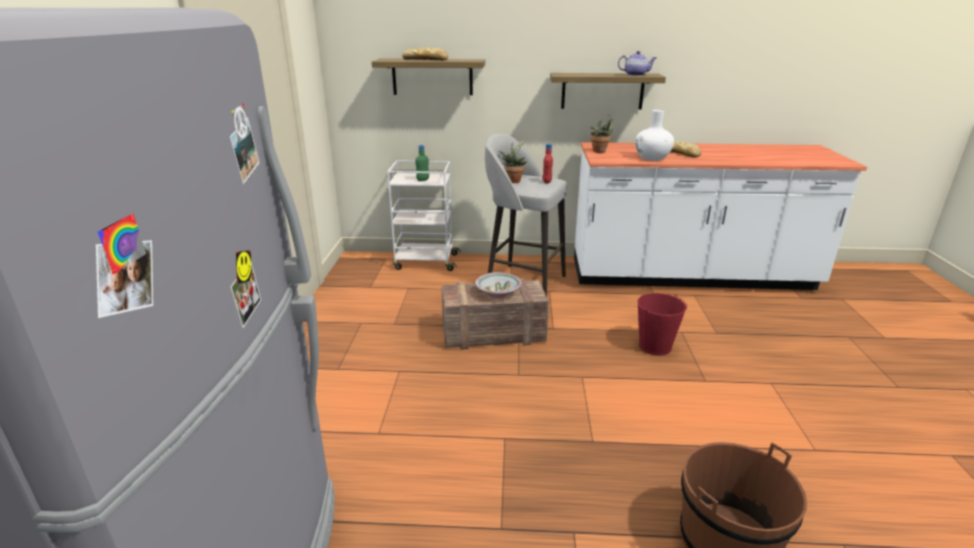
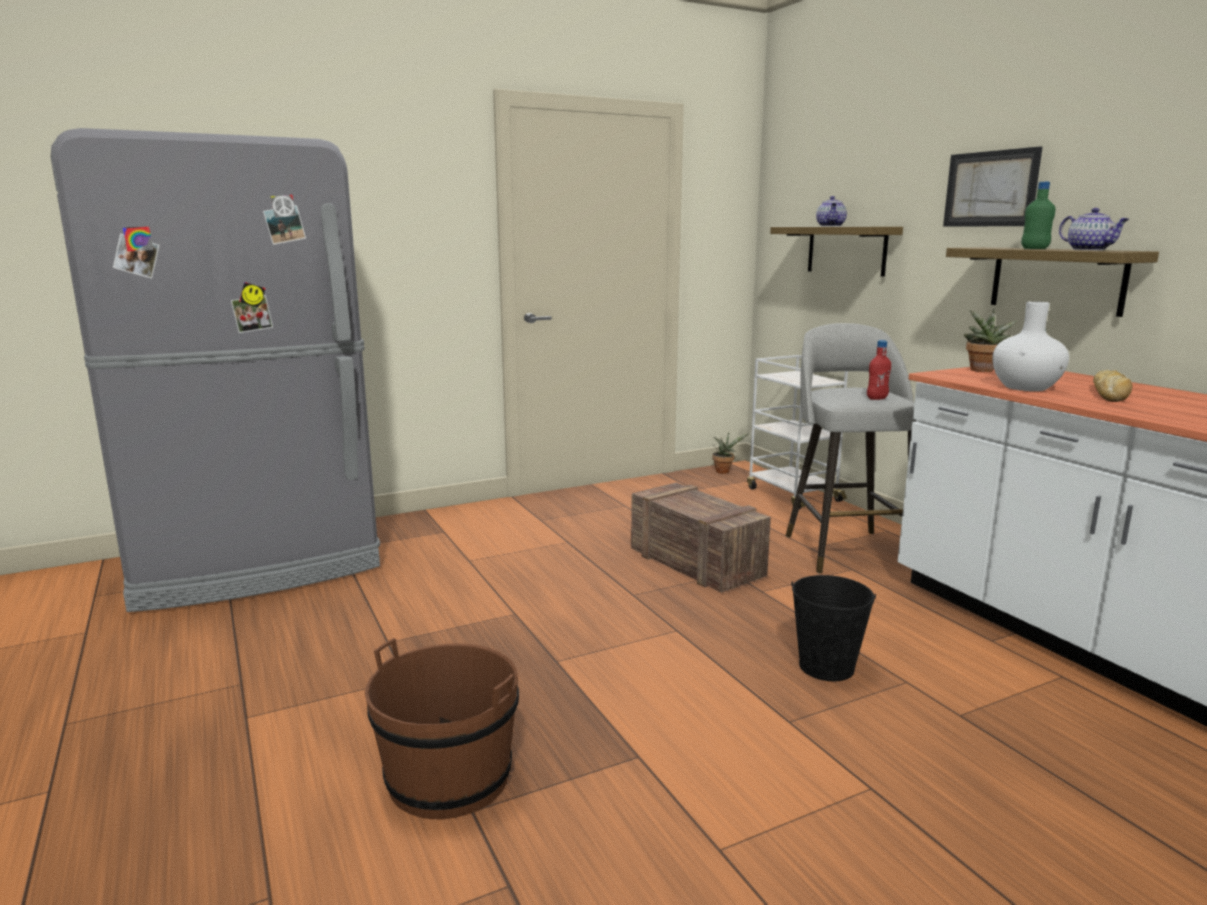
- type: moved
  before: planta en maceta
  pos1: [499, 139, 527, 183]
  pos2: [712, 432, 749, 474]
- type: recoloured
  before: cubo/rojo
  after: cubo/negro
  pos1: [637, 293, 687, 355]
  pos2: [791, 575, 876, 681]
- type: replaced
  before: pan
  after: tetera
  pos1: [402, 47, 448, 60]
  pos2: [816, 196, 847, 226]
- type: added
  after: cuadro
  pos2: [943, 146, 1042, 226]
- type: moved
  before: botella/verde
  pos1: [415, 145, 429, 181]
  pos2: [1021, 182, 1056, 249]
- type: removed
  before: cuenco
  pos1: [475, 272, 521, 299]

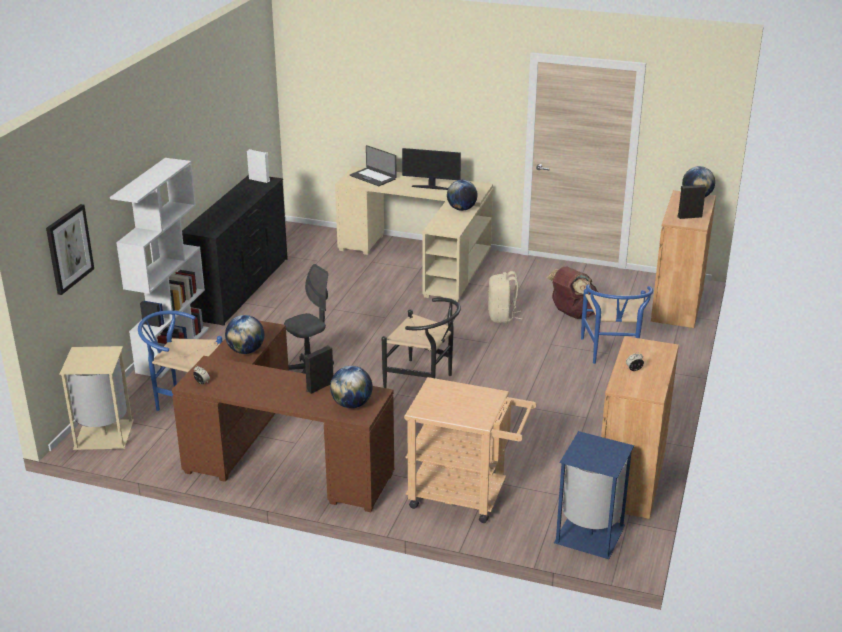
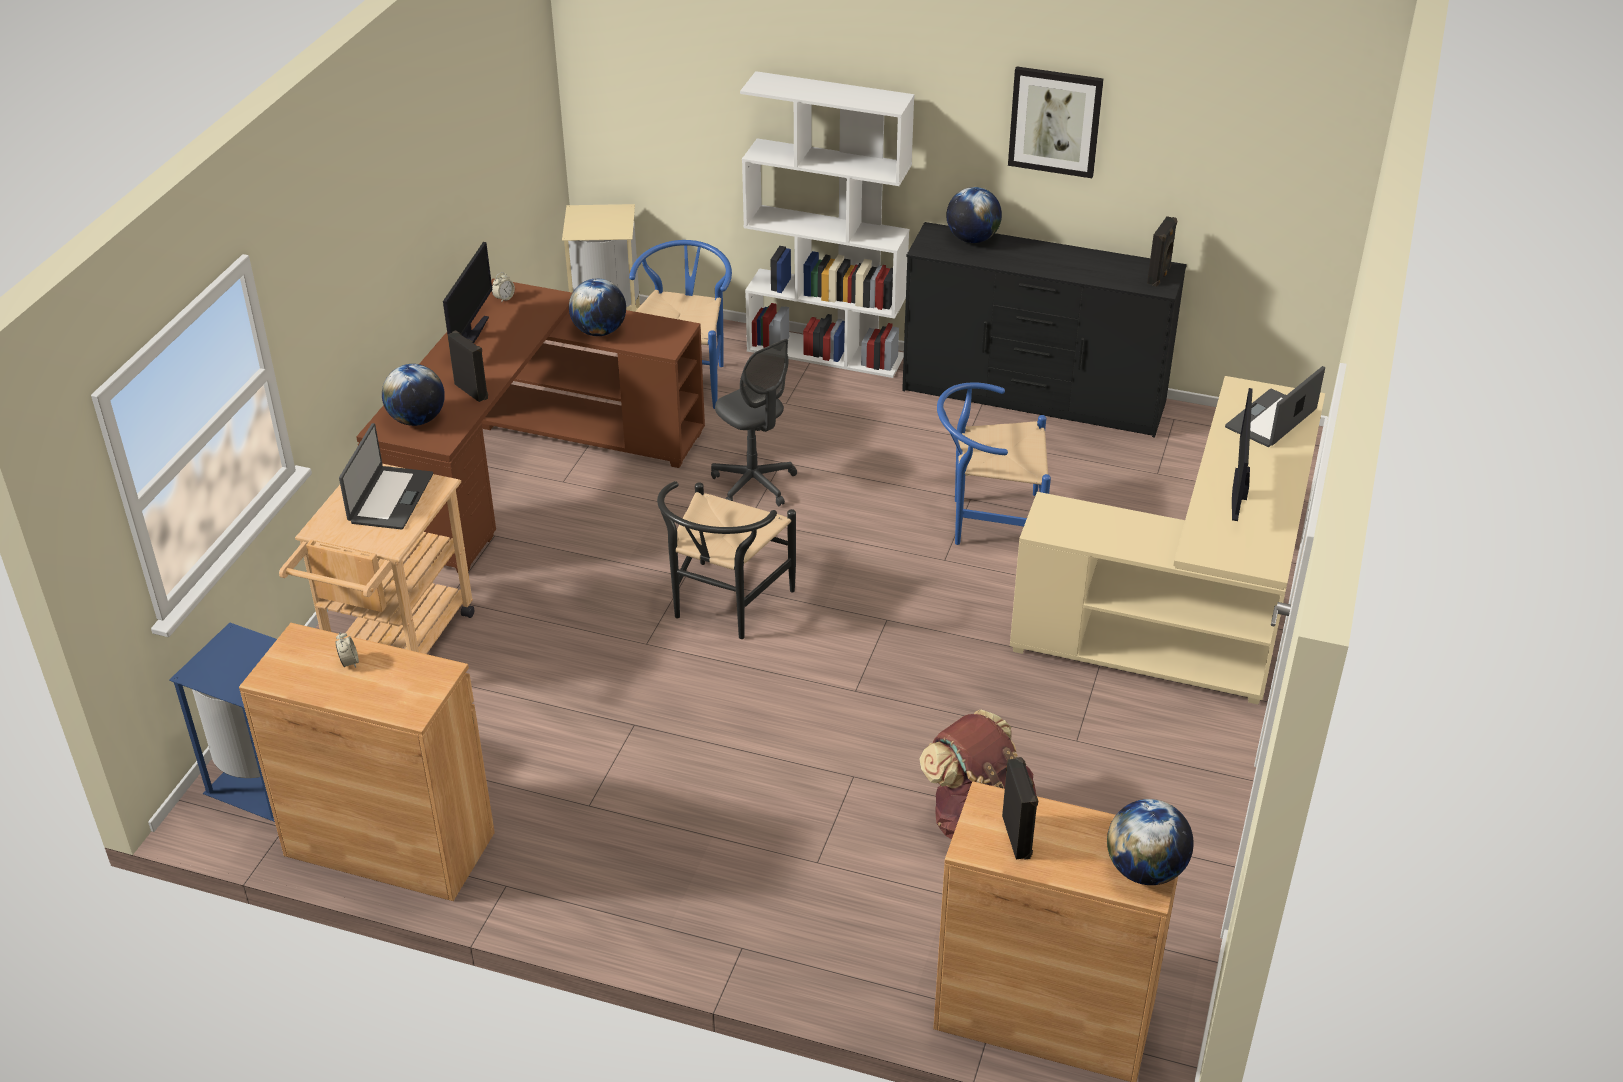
- type: added
  after: portátil
  pos2: [339, 423, 433, 530]
- type: added
  after: monitor
  pos2: [443, 242, 492, 343]
- type: moved
  before: silla/azul
  pos1: [581, 285, 653, 364]
  pos2: [937, 382, 1051, 545]
- type: moved
  before: globo terráqueo
  pos1: [447, 180, 478, 211]
  pos2: [946, 187, 1002, 243]
- type: moved
  before: cuadro
  pos1: [46, 204, 94, 295]
  pos2: [1008, 66, 1104, 178]
- type: recoloured
  before: altavoz/blanco
  after: altavoz/negro
  pos1: [247, 149, 270, 183]
  pos2: [1147, 216, 1177, 286]
- type: removed
  before: mochila/beis
  pos1: [488, 271, 522, 323]

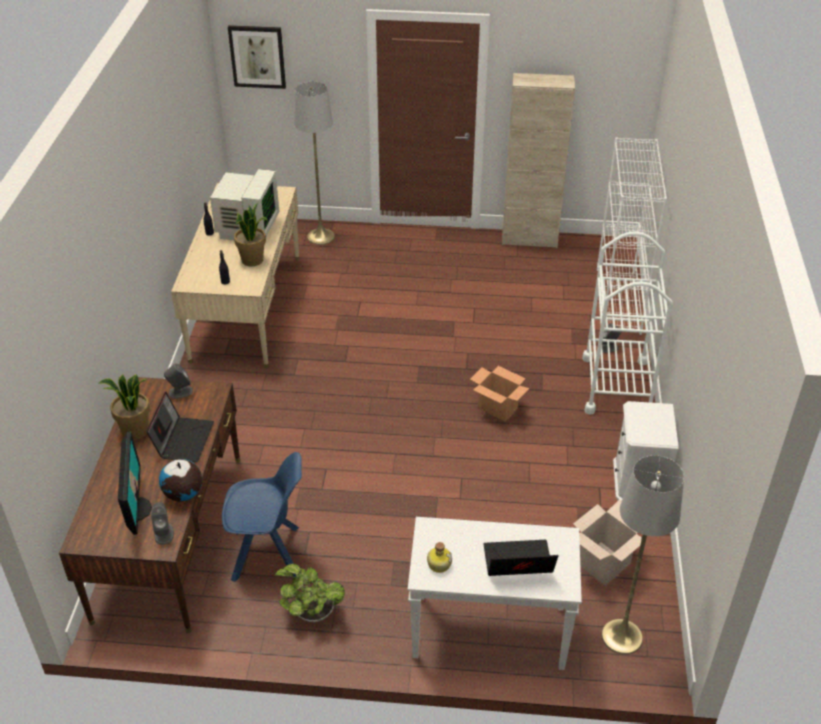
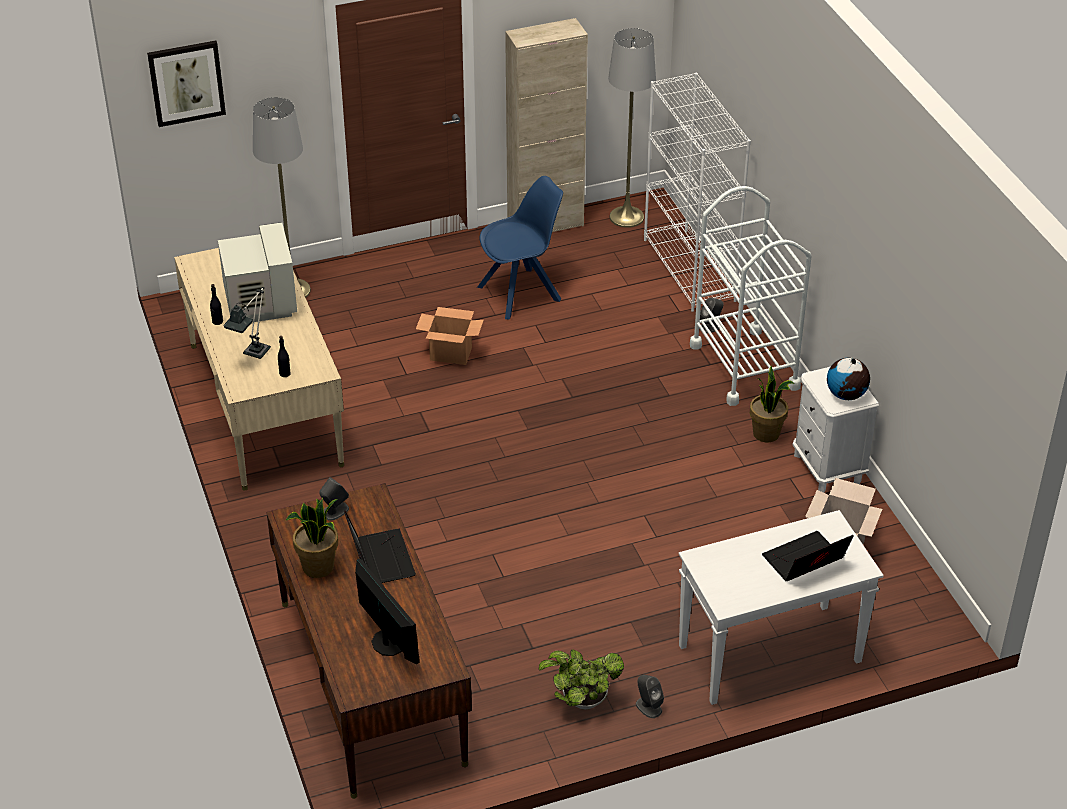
- type: added
  after: lámpara de mesa
  pos2: [223, 287, 271, 359]
- type: moved
  before: caja de cartón
  pos1: [470, 366, 529, 422]
  pos2: [416, 307, 484, 365]
- type: moved
  before: silla/azul
  pos1: [222, 452, 302, 582]
  pos2: [477, 176, 563, 320]
- type: moved
  before: lámpara de pie/gris
  pos1: [602, 455, 684, 655]
  pos2: [608, 28, 656, 228]
- type: moved
  before: altavoz/gris
  pos1: [151, 502, 174, 545]
  pos2: [636, 675, 664, 718]
- type: moved
  before: planta en maceta
  pos1: [234, 203, 268, 267]
  pos2: [750, 366, 794, 443]
- type: moved
  before: globo terráqueo
  pos1: [159, 459, 202, 501]
  pos2: [827, 358, 870, 400]
- type: removed
  before: botella
  pos1: [427, 542, 452, 573]

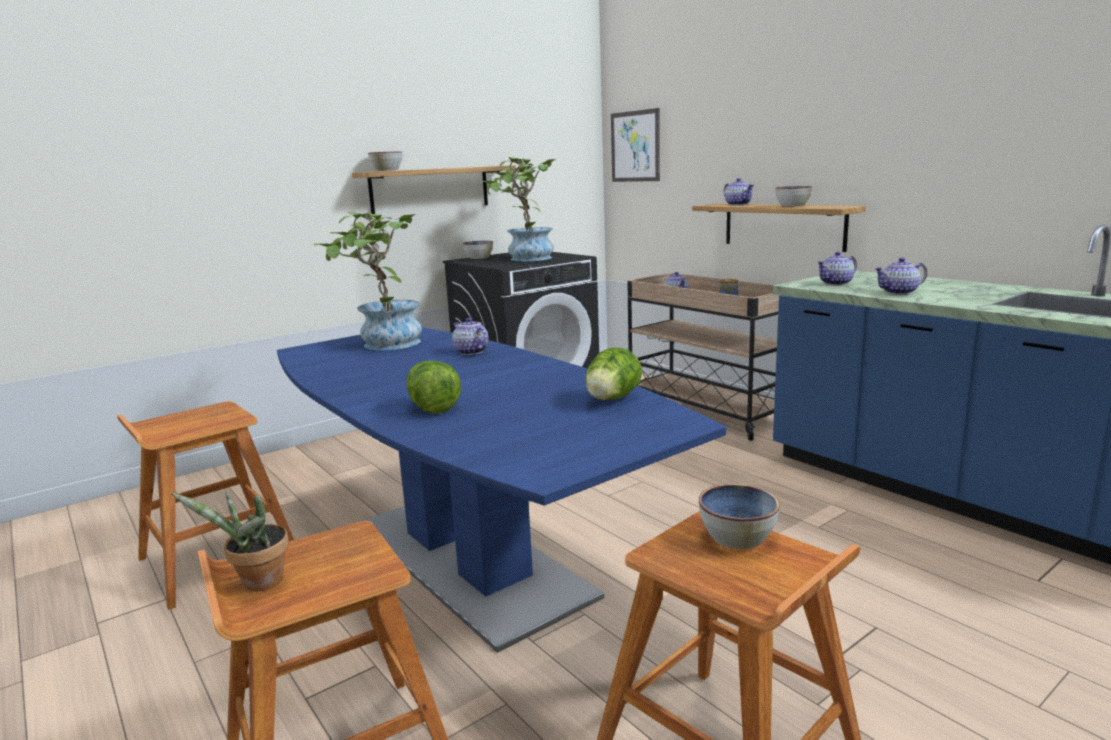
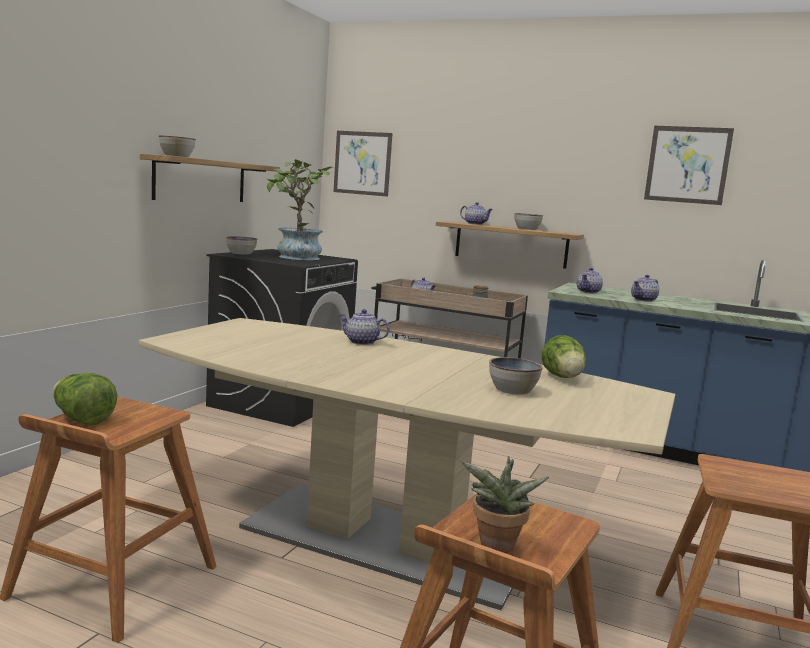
- type: moved
  before: lechuga
  pos1: [407, 361, 461, 414]
  pos2: [52, 373, 117, 426]
- type: recoloured
  before: mesa de comedor/azul
  after: mesa de comedor/beis
  pos1: [277, 328, 727, 653]
  pos2: [139, 318, 675, 610]
- type: moved
  before: cuenco
  pos1: [698, 484, 780, 549]
  pos2: [489, 357, 543, 395]
- type: added
  after: cuadro
  pos2: [644, 126, 734, 205]
- type: removed
  before: planta en maceta
  pos1: [313, 212, 422, 350]

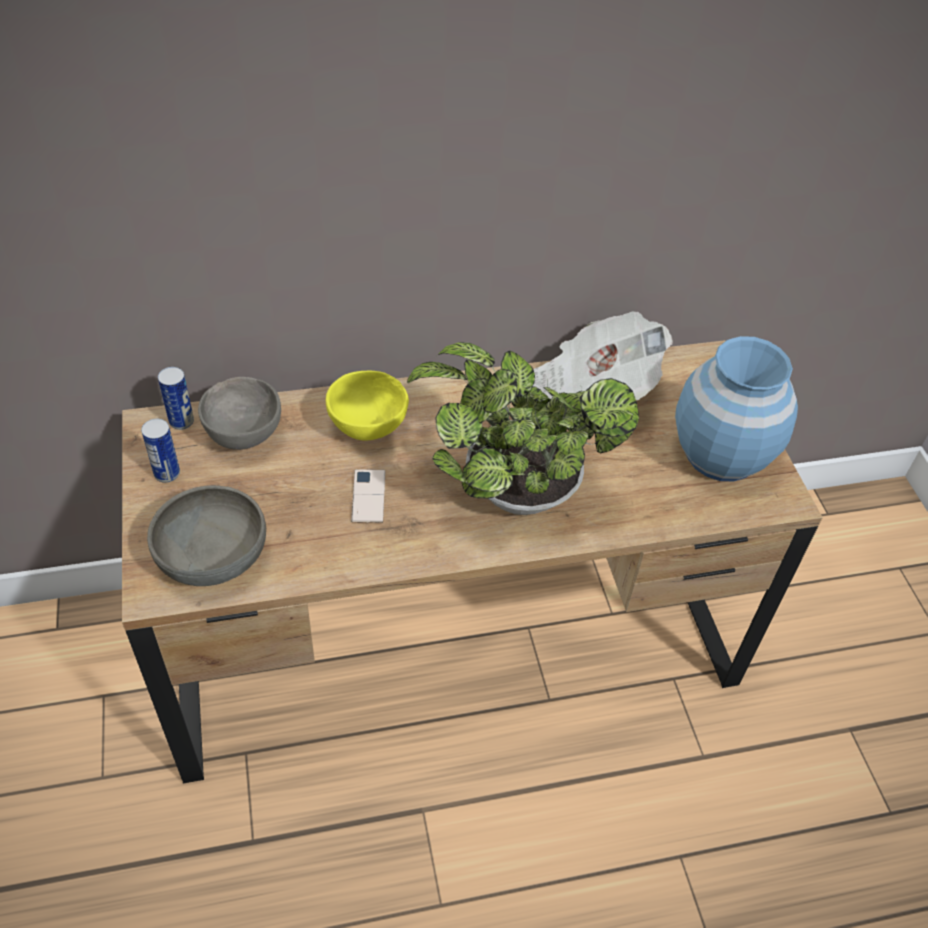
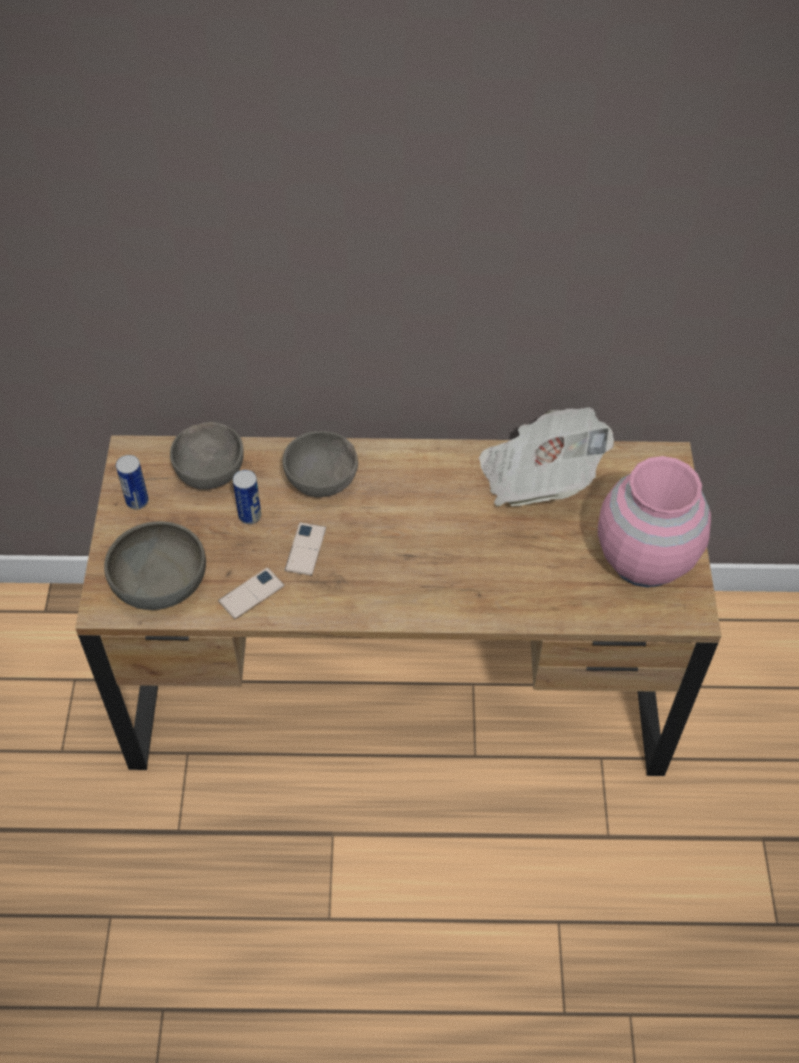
- type: added
  after: móvil
  pos2: [218, 568, 285, 619]
- type: moved
  before: lata
  pos1: [158, 367, 194, 430]
  pos2: [233, 470, 261, 524]
- type: recoloured
  before: cuenco/amarillo
  after: cuenco/gris
  pos1: [326, 371, 409, 441]
  pos2: [283, 431, 358, 497]
- type: recoloured
  before: florero/azul
  after: florero/rosa
  pos1: [675, 336, 798, 482]
  pos2: [598, 456, 711, 587]
- type: removed
  before: planta en maceta
  pos1: [407, 342, 639, 515]

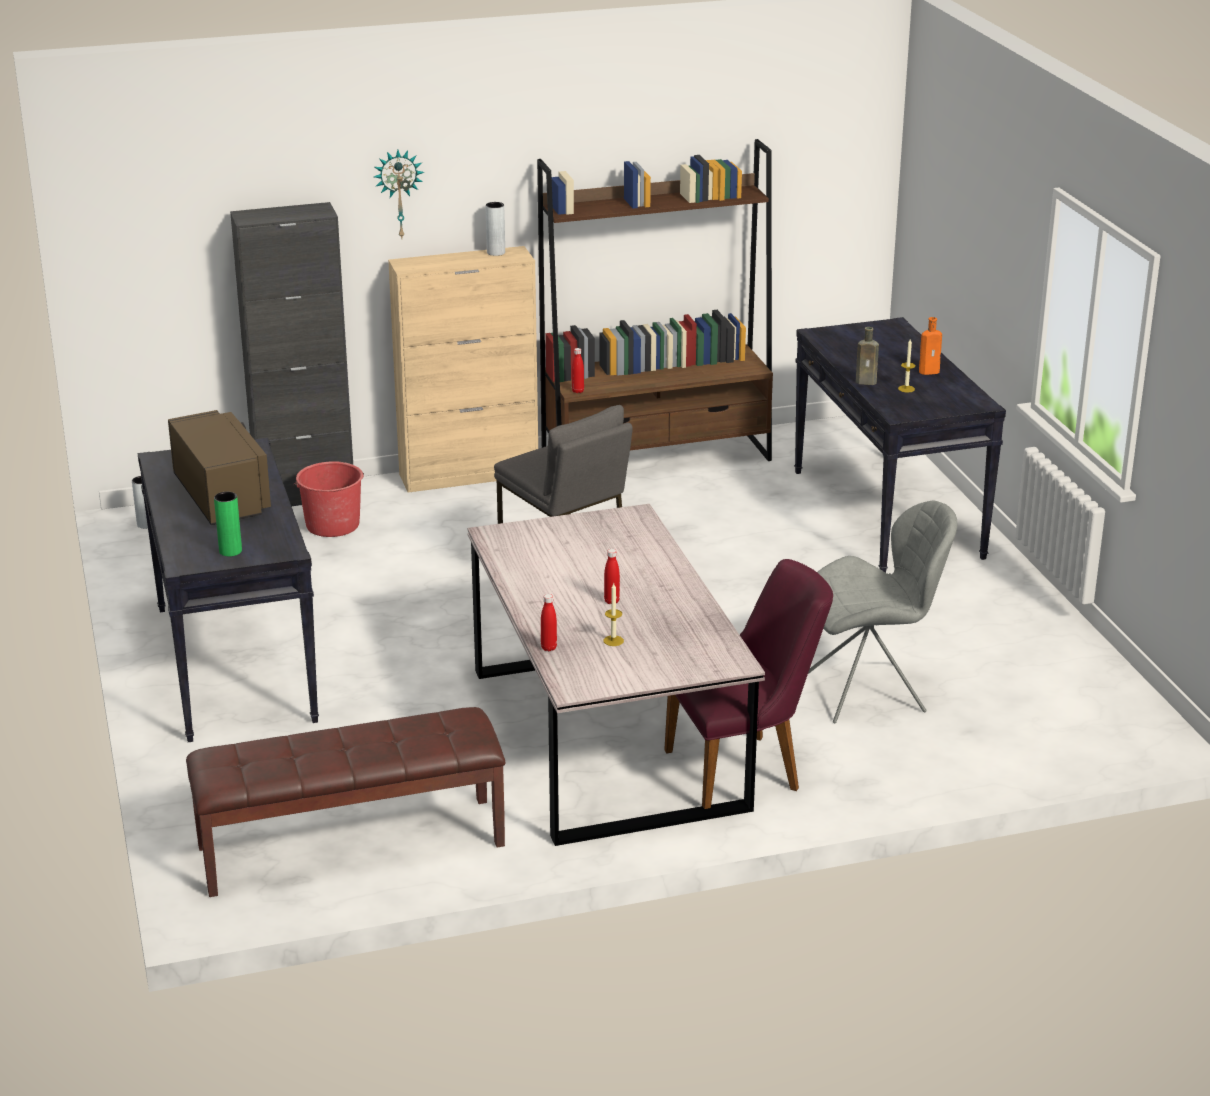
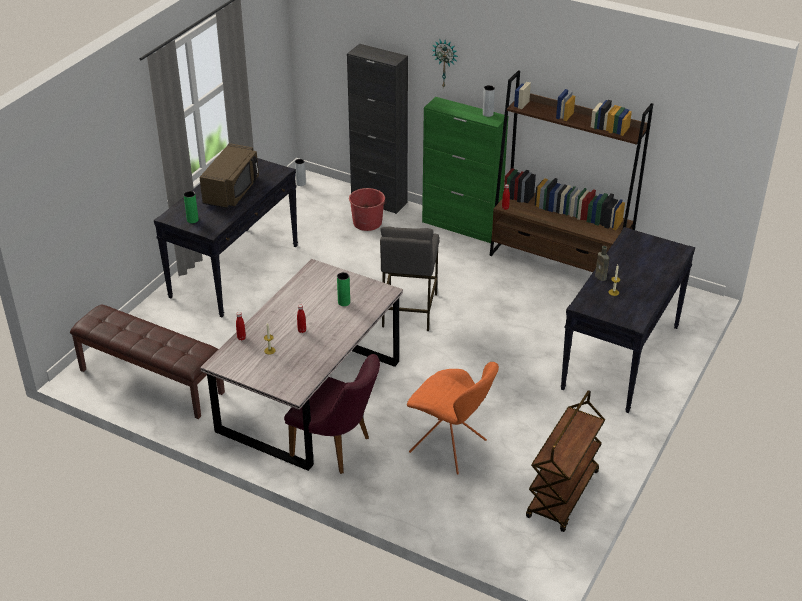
- type: added
  after: florero/verde
  pos2: [337, 272, 350, 306]
- type: recoloured
  before: silla/gris
  after: silla/naranja
  pos1: [808, 501, 957, 723]
  pos2: [407, 362, 499, 475]
- type: recoloured
  before: armario/beis
  after: armario/verde
  pos1: [388, 246, 538, 493]
  pos2: [422, 97, 508, 243]
- type: added
  after: carrito/marrón
  pos2: [526, 390, 605, 532]
- type: removed
  before: botella/naranja
  pos1: [919, 317, 942, 375]

